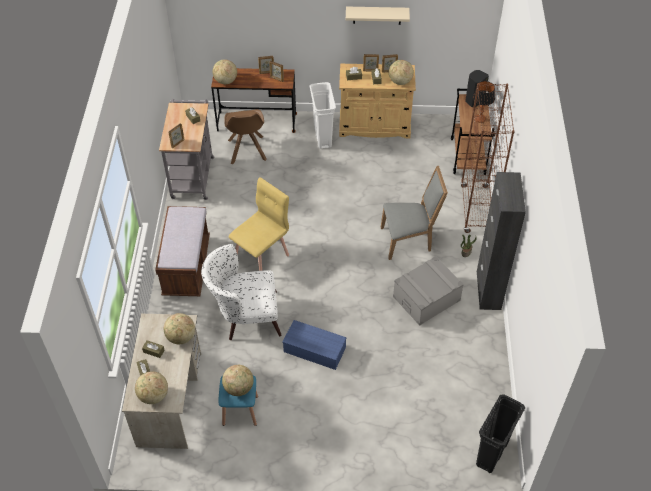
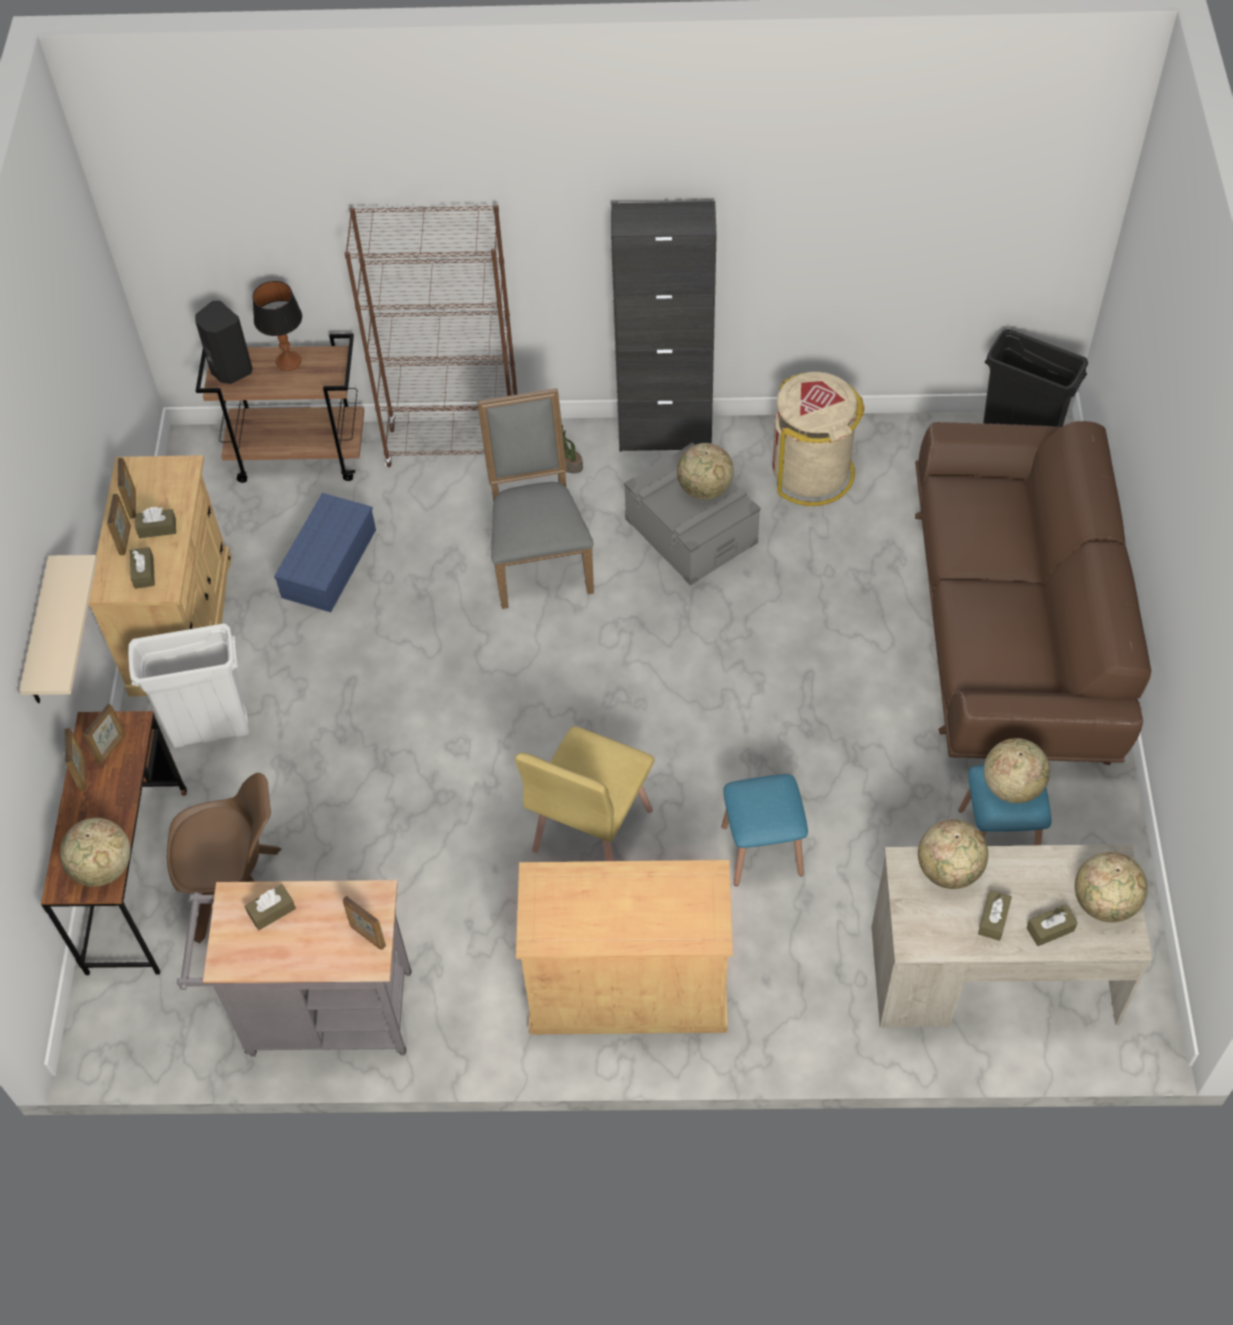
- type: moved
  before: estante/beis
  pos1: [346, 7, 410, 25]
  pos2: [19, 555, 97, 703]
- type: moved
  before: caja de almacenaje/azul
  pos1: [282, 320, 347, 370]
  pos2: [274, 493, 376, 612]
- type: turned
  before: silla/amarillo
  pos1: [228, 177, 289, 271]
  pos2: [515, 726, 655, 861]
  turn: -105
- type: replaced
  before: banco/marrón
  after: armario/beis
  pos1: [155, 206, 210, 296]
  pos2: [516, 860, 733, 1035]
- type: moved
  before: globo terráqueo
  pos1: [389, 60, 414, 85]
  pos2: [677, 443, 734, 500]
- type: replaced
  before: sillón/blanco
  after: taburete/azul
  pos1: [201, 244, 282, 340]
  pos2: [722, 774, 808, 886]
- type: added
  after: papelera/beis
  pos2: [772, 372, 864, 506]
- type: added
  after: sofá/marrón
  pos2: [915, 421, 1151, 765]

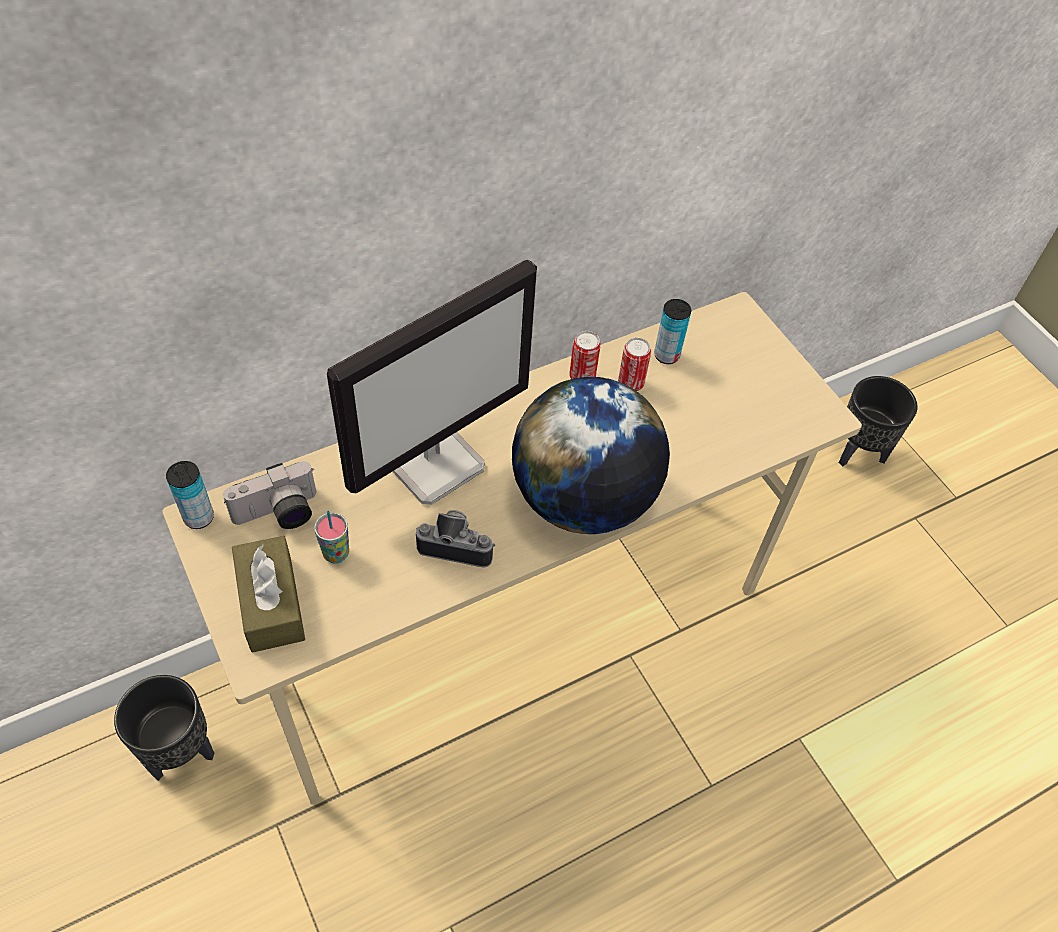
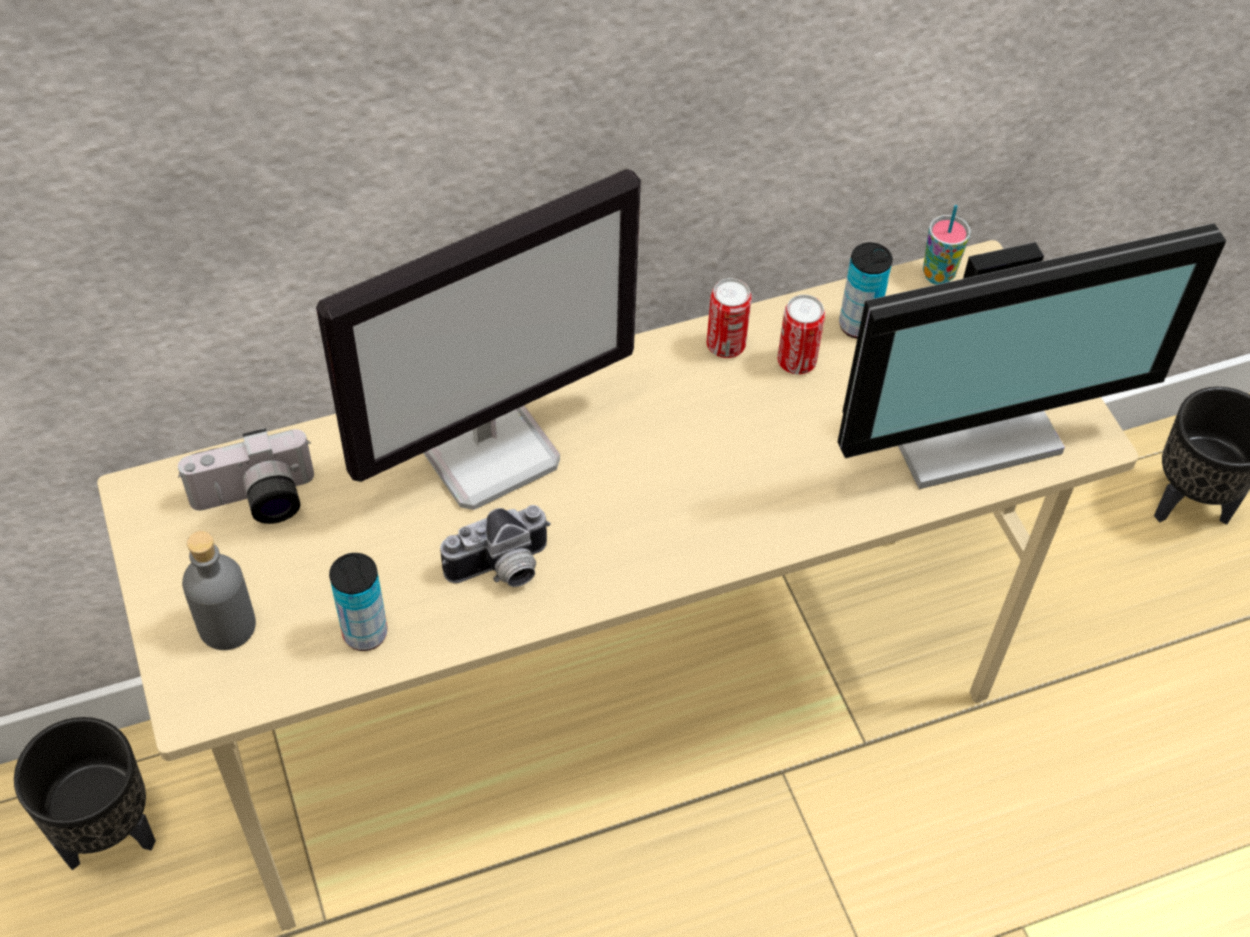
- type: replaced
  before: caja de pañuelos/marrón
  after: botella/gris
  pos1: [232, 536, 305, 653]
  pos2: [182, 531, 256, 650]
- type: moved
  before: lata
  pos1: [166, 461, 214, 529]
  pos2: [329, 553, 388, 651]
- type: turned
  before: cámara
  pos1: [416, 510, 495, 567]
  pos2: [440, 505, 551, 587]
  turn: 135
- type: added
  after: monitor
  pos2: [838, 223, 1226, 489]
- type: moved
  before: taza
  pos1: [314, 511, 349, 564]
  pos2: [923, 205, 970, 285]
- type: removed
  before: globo terráqueo
  pos1: [512, 377, 670, 534]

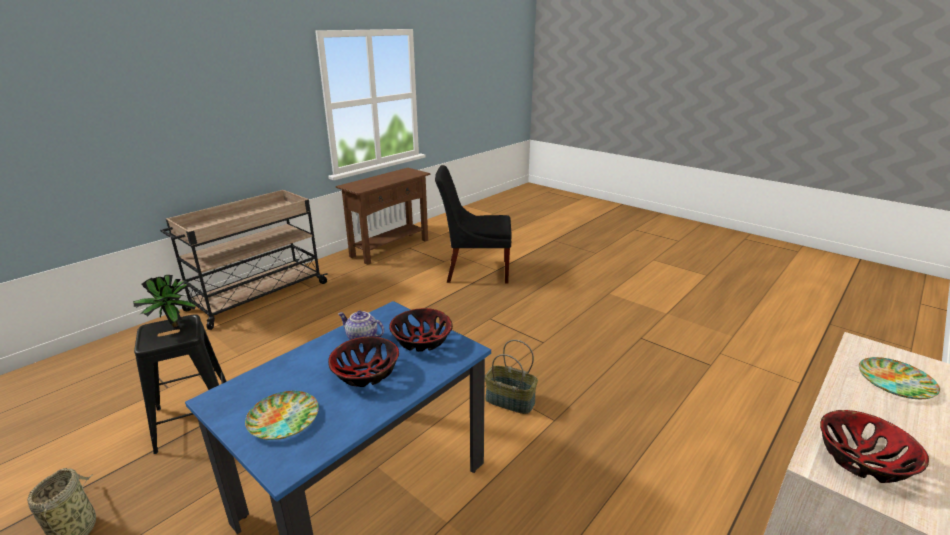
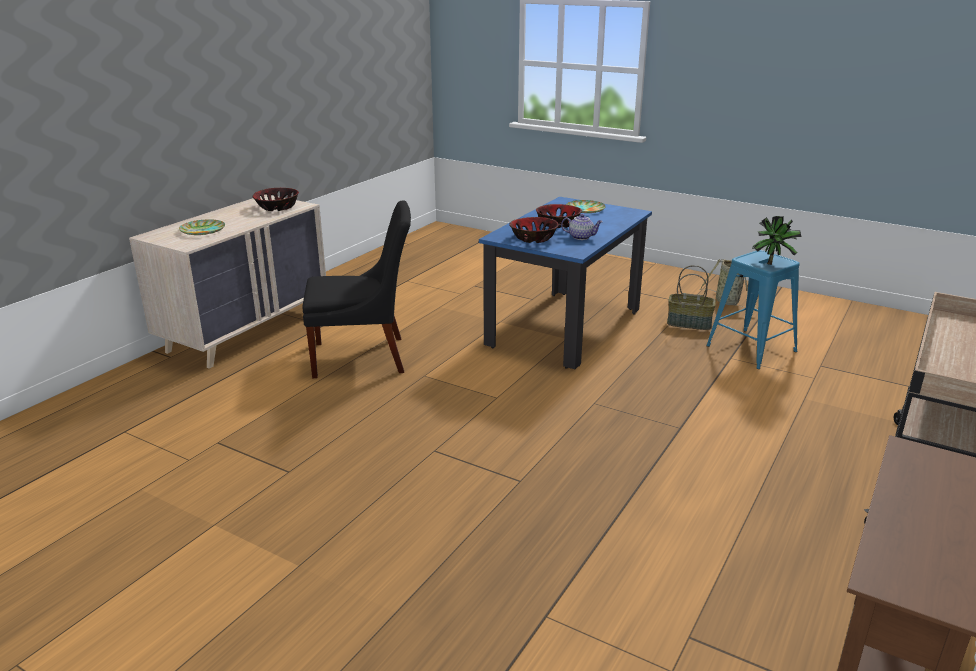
- type: moved
  before: silla/negro
  pos1: [435, 165, 512, 283]
  pos2: [302, 201, 411, 378]
- type: moved
  before: cesta
  pos1: [485, 340, 538, 414]
  pos2: [667, 265, 716, 330]
- type: recoloured
  before: taburete/negro
  after: taburete/azul
  pos1: [134, 314, 227, 454]
  pos2: [706, 250, 800, 369]

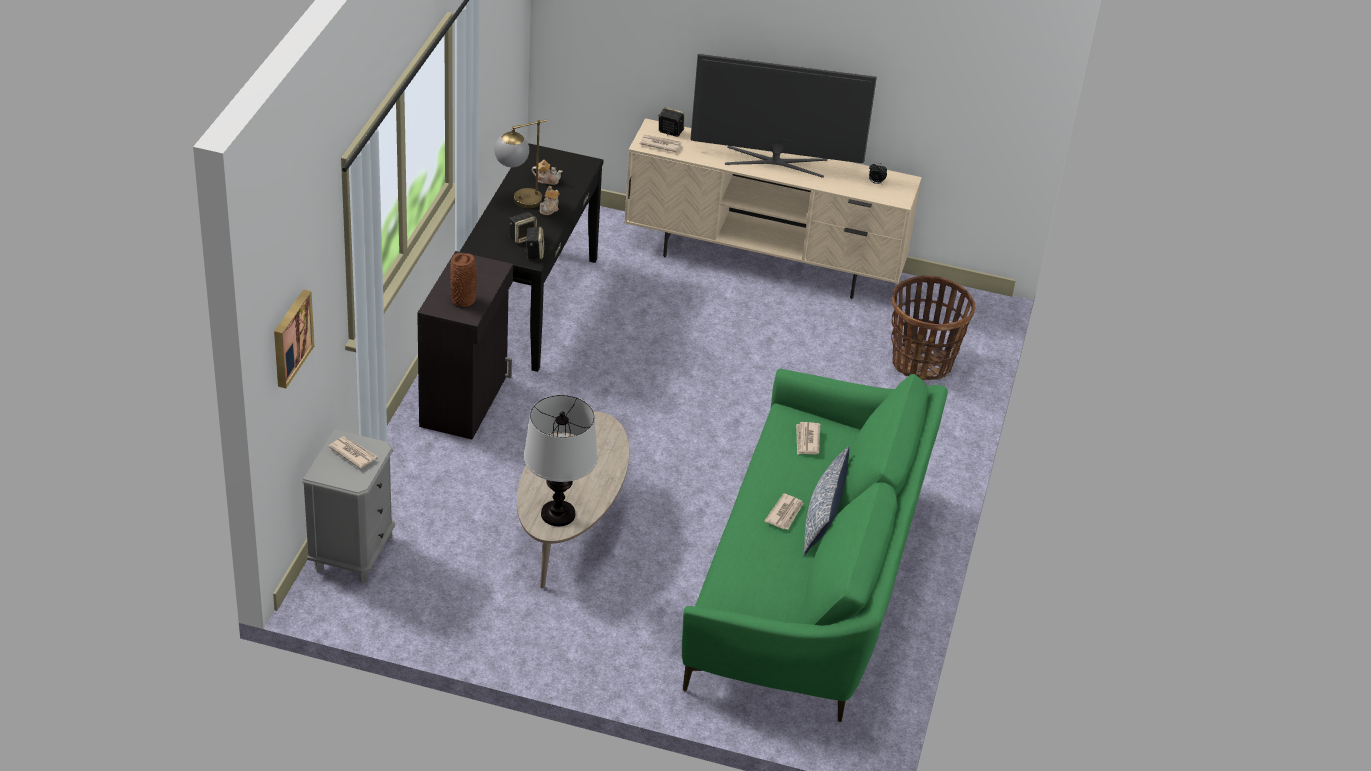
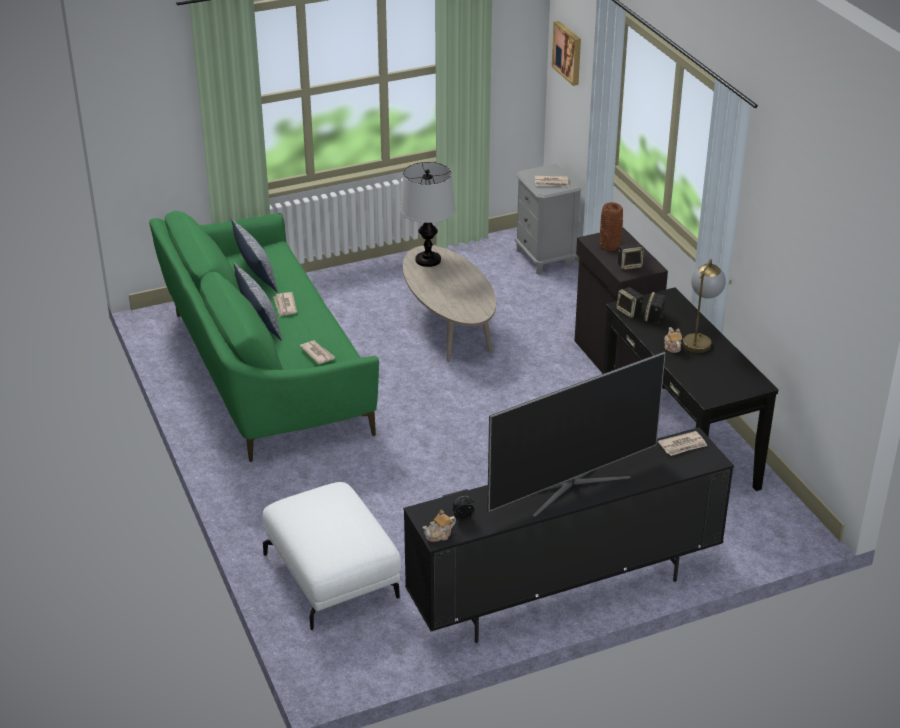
- type: added
  after: cojín
  pos2: [231, 219, 278, 292]
- type: replaced
  before: cesta
  after: puf/blanco
  pos1: [891, 276, 975, 380]
  pos2: [263, 482, 401, 630]
- type: recoloured
  before: mueble de televisión/beis
  after: mueble de televisión/negro
  pos1: [624, 118, 922, 299]
  pos2: [403, 427, 734, 643]
- type: moved
  before: tetera
  pos1: [532, 160, 563, 185]
  pos2: [423, 510, 456, 542]
- type: moved
  before: altavoz
  pos1: [658, 107, 684, 137]
  pos2: [618, 243, 644, 270]

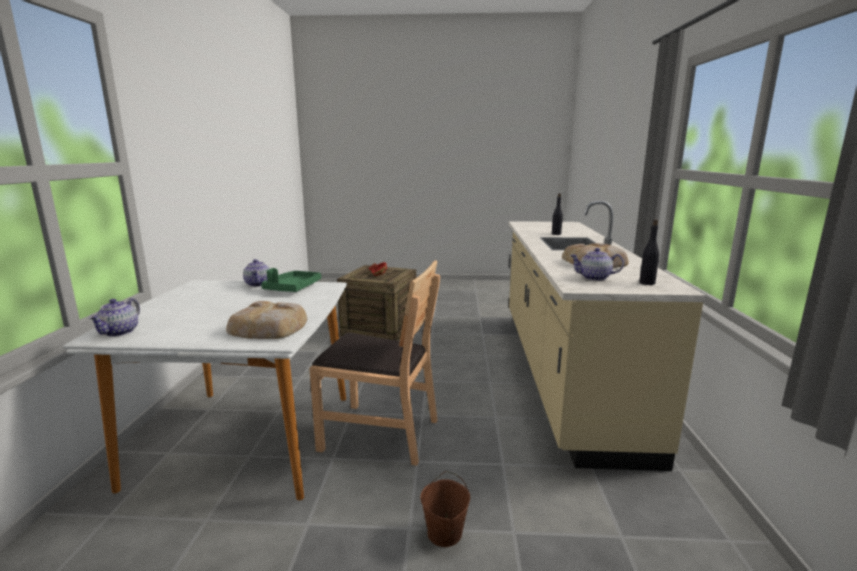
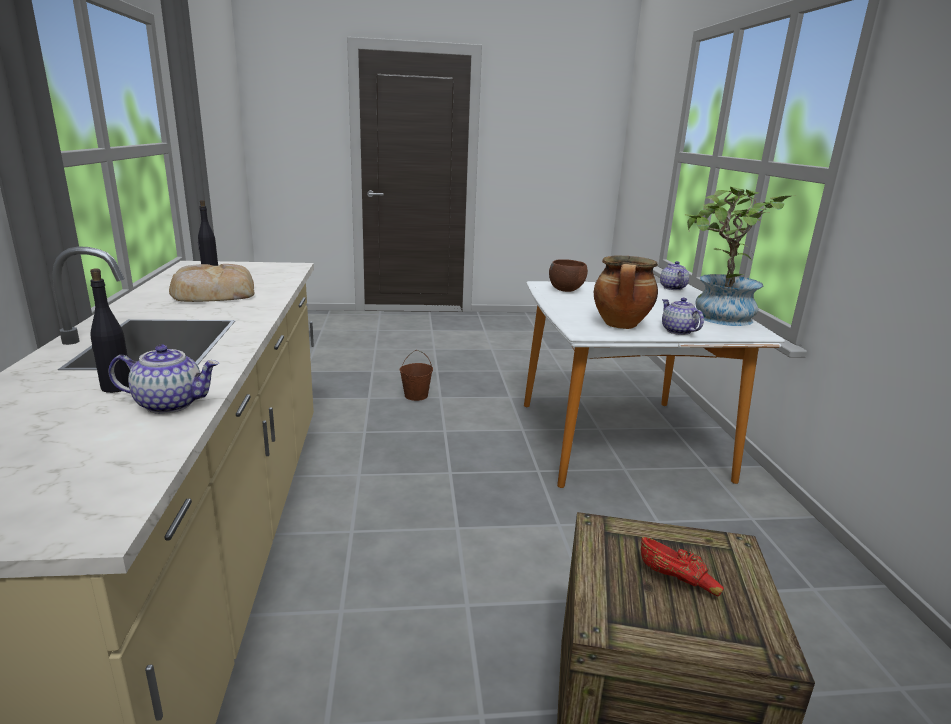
- type: moved
  before: tetera
  pos1: [570, 248, 624, 281]
  pos2: [109, 345, 219, 414]
- type: replaced
  before: pan
  after: cuenco/marrón
  pos1: [226, 301, 307, 339]
  pos2: [549, 259, 588, 292]
- type: replaced
  before: bandeja/verde
  after: olla
  pos1: [261, 268, 321, 292]
  pos2: [594, 256, 658, 329]
- type: added
  after: planta en maceta
  pos2: [685, 187, 797, 326]
- type: removed
  before: silla/marrón
  pos1: [309, 260, 440, 466]

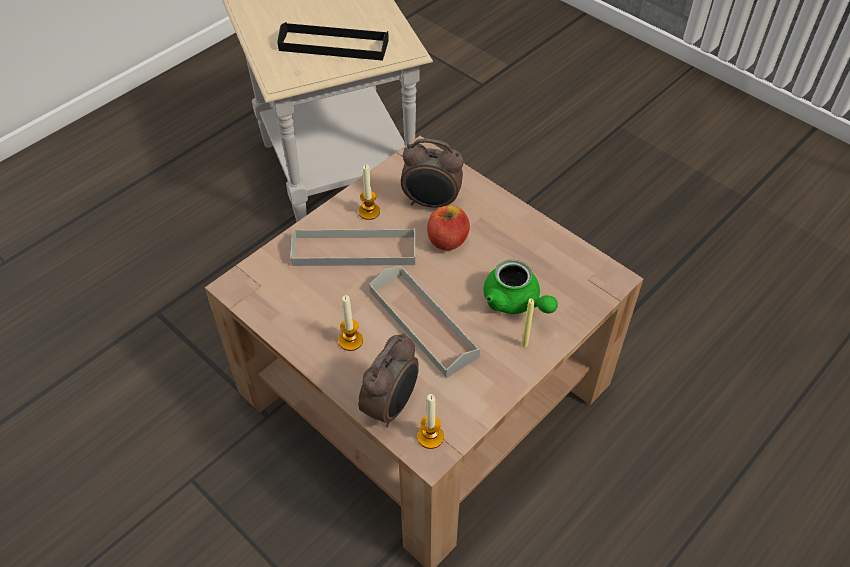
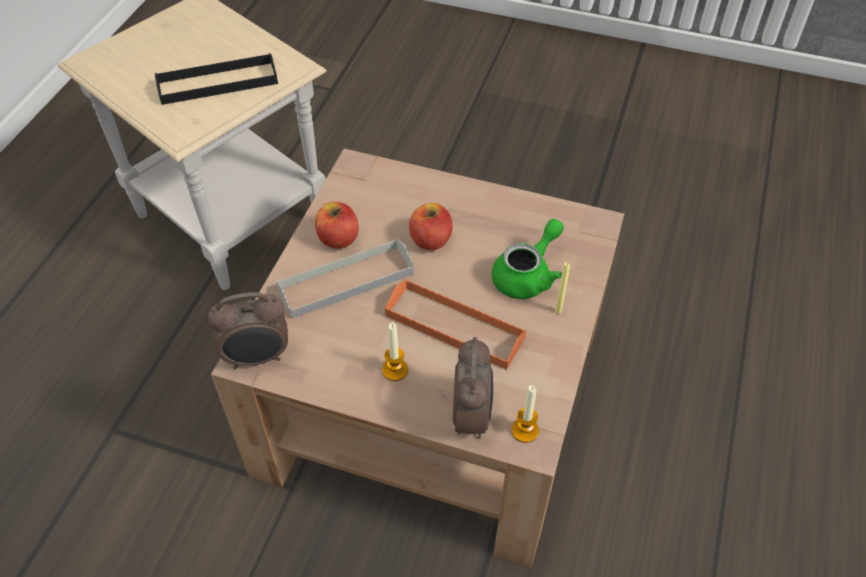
- type: moved
  before: despertador
  pos1: [401, 139, 464, 208]
  pos2: [208, 292, 288, 369]
- type: replaced
  before: vela
  after: manzana
  pos1: [358, 165, 380, 220]
  pos2: [315, 202, 359, 249]
- type: recoloured
  before: bandeja/gris
  after: bandeja/naranja
  pos1: [369, 266, 480, 378]
  pos2: [385, 279, 526, 370]
- type: turned
  before: tetera/verde
  pos1: [484, 260, 558, 314]
  pos2: [492, 219, 564, 299]
  turn: -75

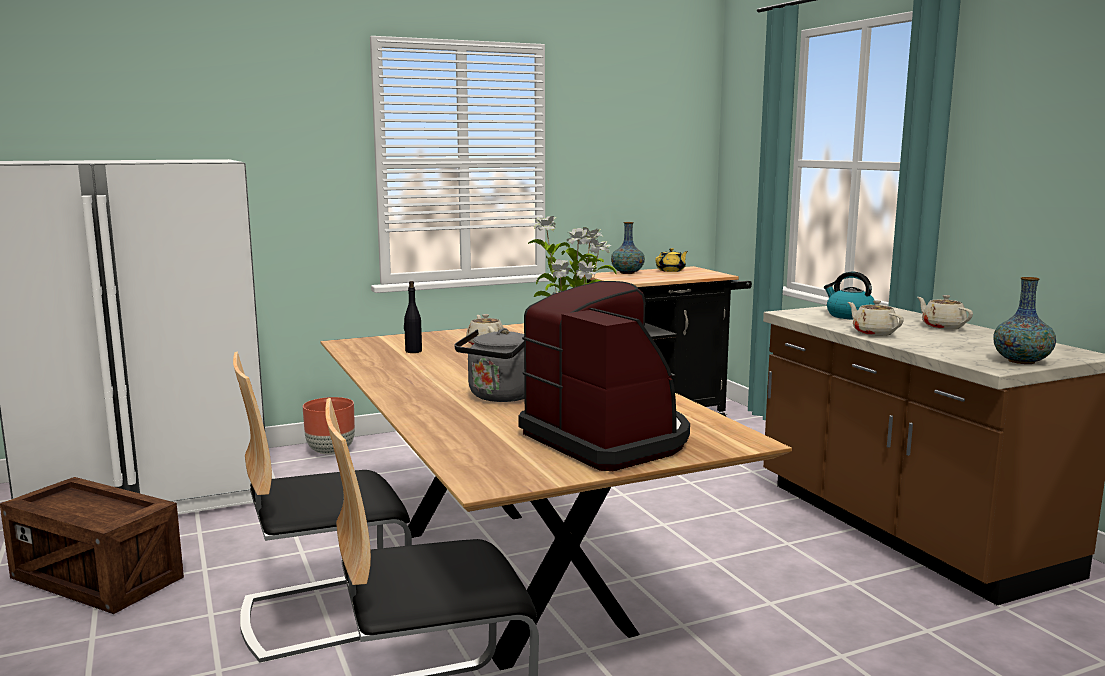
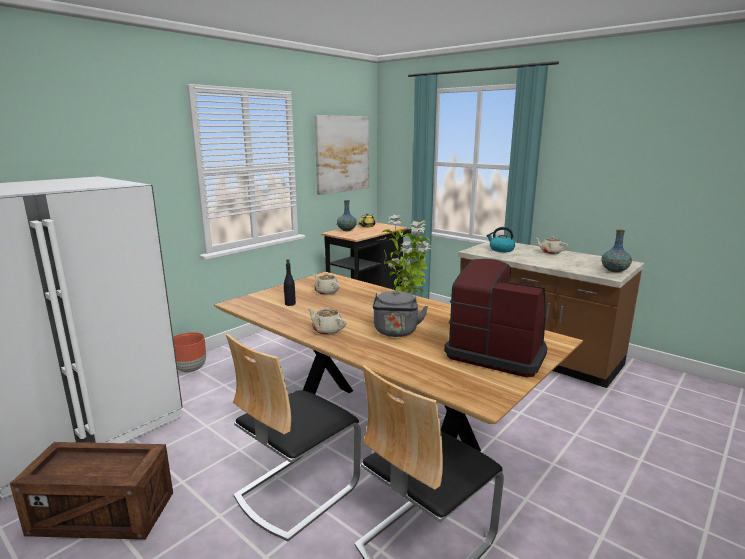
- type: moved
  before: tetera/beis
  pos1: [848, 300, 904, 336]
  pos2: [308, 307, 347, 335]
- type: added
  after: cuadro
  pos2: [314, 115, 369, 195]

